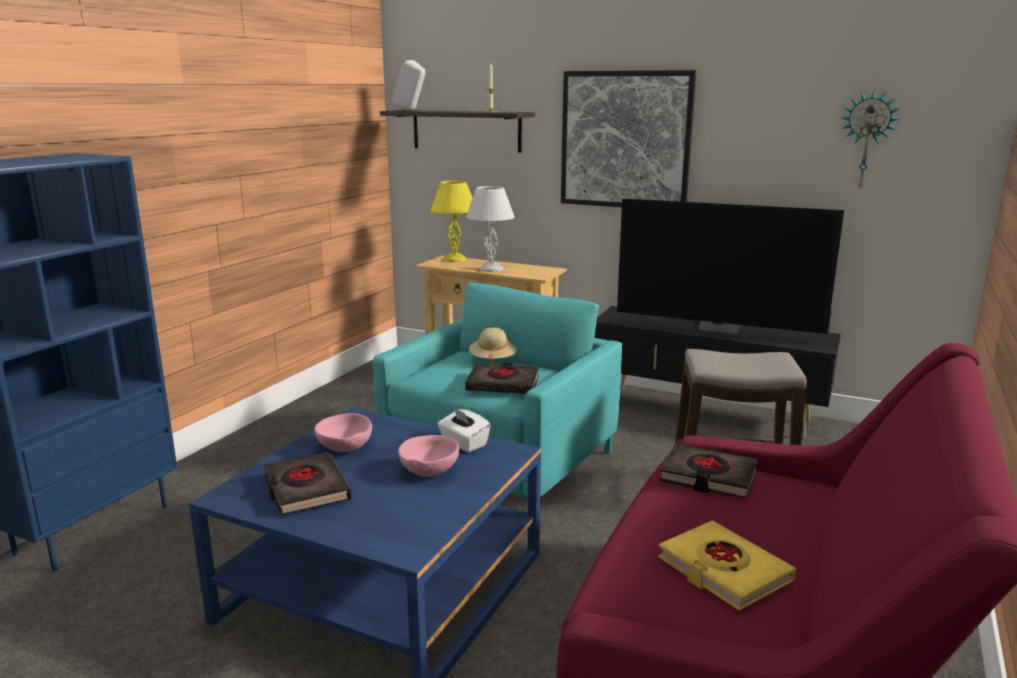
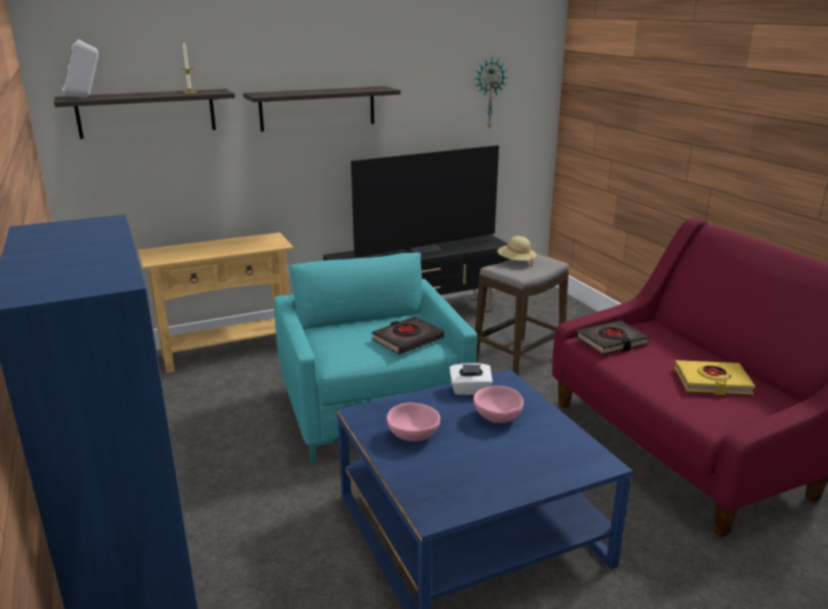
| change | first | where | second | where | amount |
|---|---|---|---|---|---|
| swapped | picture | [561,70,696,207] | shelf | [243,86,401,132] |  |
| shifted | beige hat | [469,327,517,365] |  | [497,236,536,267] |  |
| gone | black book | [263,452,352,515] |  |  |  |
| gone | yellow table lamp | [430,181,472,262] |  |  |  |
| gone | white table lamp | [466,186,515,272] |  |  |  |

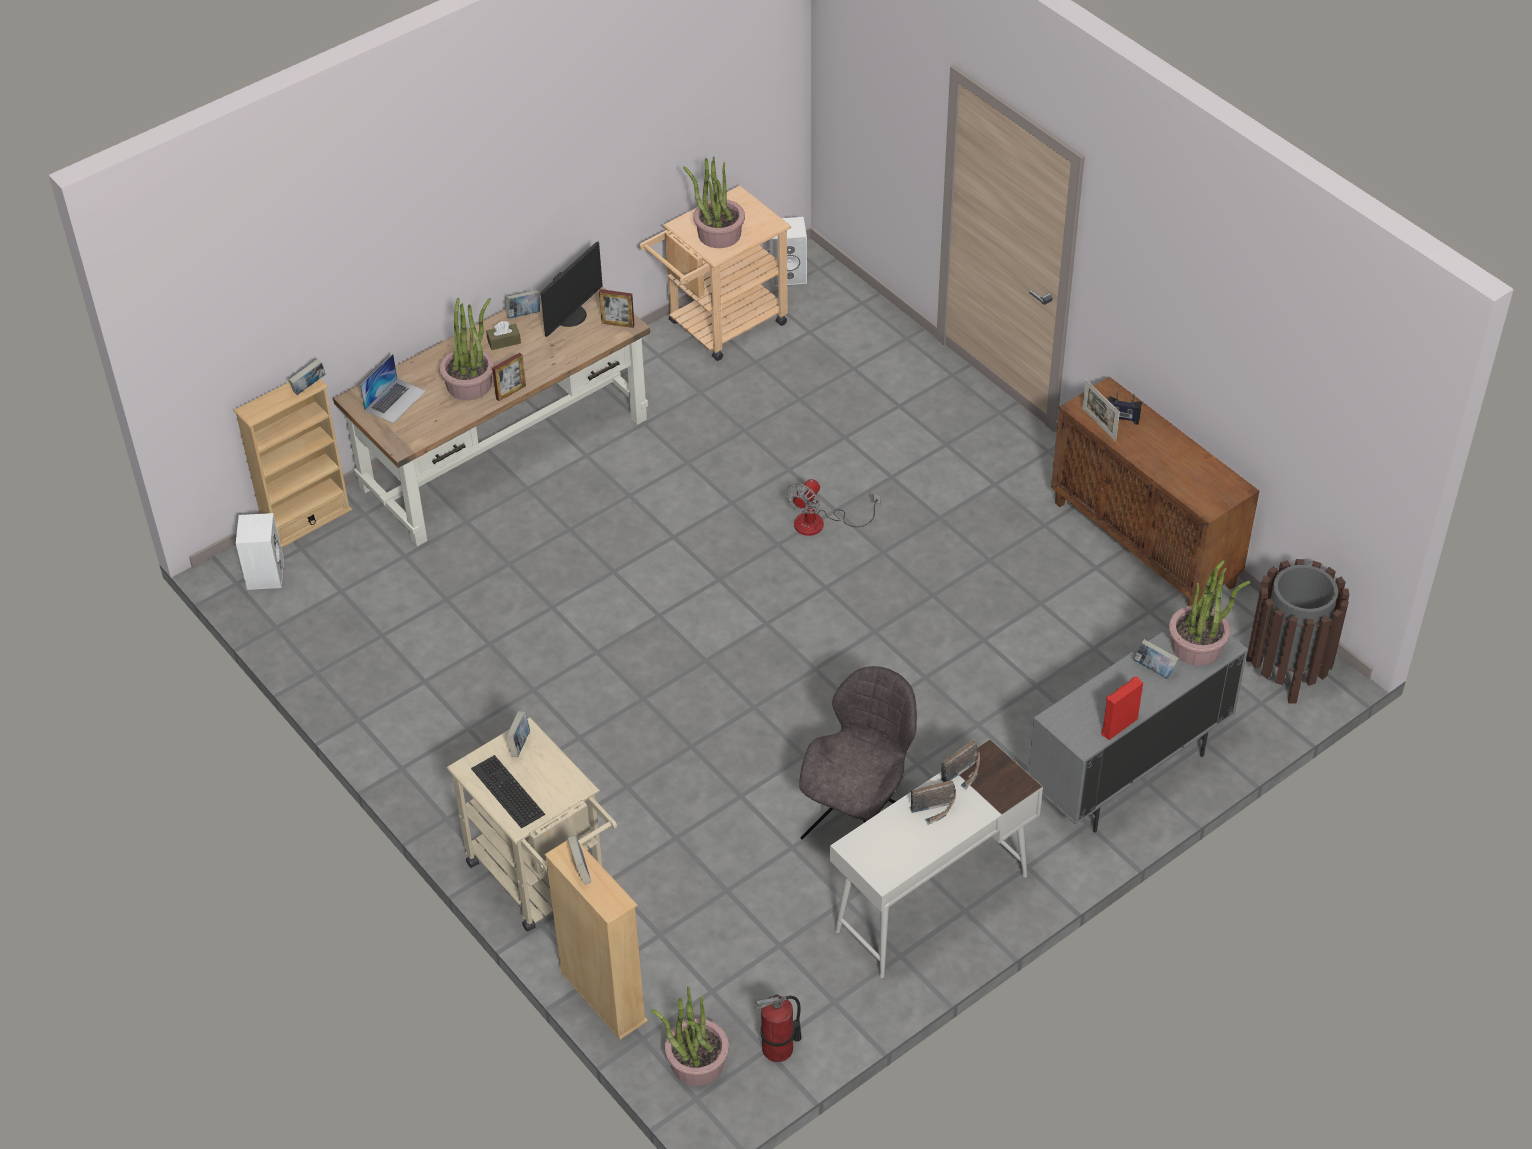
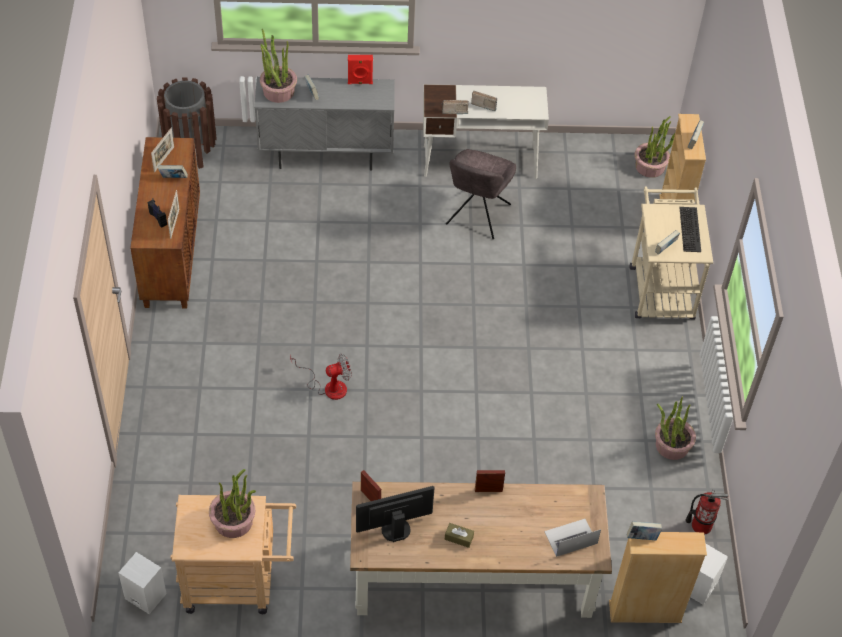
| change | first | where | second | where | amount |
|---|---|---|---|---|---|
| new |  |  | picture frame | [151,128,174,172] |  |
| shifted | book | [506,290,540,318] |  | [158,165,188,178] |  |
| rotated | grey chair | [799,666,917,839] |  | [446,149,516,239] | 45 degrees counterclockwise |
| shifted | potted plant | [439,298,494,400] |  | [655,396,696,460] |  |
| shifted | fire extinguisher | [755,994,802,1062] |  | [686,490,729,535] |  |

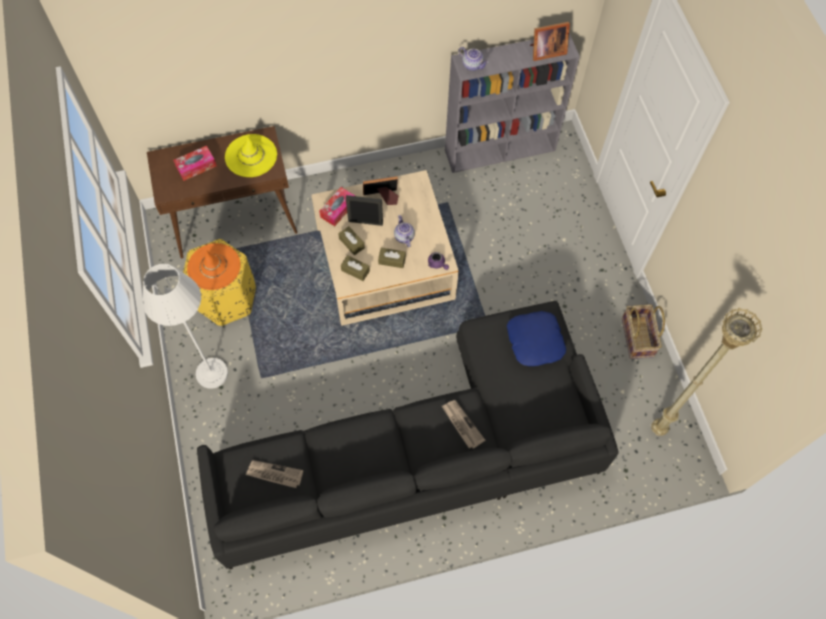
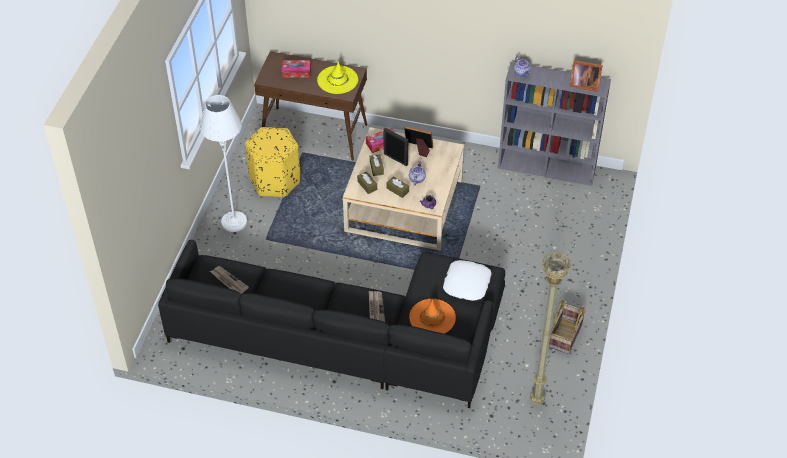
| change | first | where | second | where | amount |
|---|---|---|---|---|---|
| shifted | orange hat | [187,243,241,290] |  | [409,299,456,334] |  |
| repainted | blue pillow | [507,311,566,366] | white pillow | [443,260,492,301] |  |

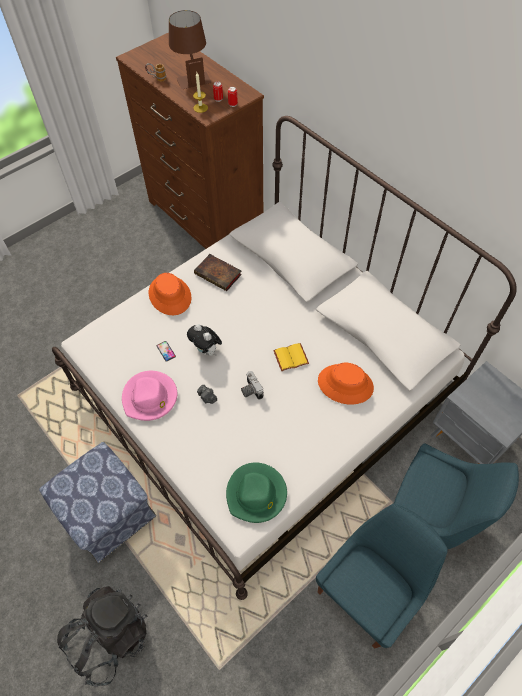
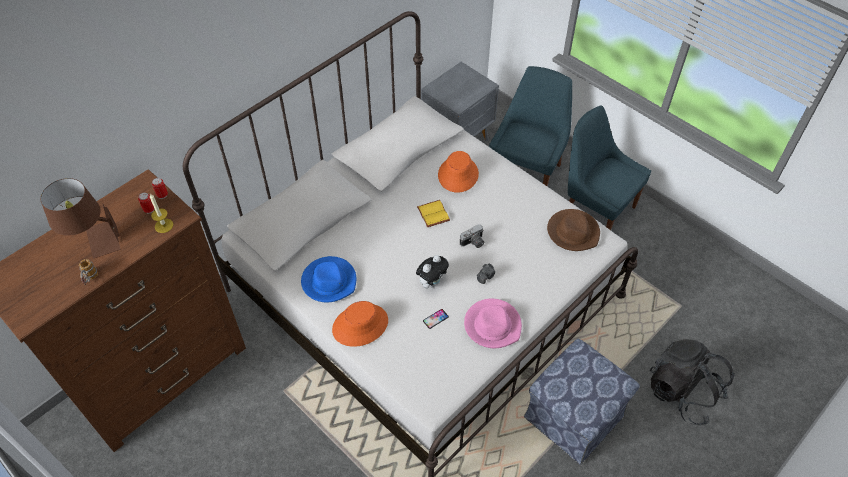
| change | first | where | second | where | amount |
|---|---|---|---|---|---|
| swapped | book | [194,254,242,291] | blue hat | [301,256,356,302] |  |
| repainted | green hat | [226,462,287,523] | brown hat | [547,209,600,251] |  |

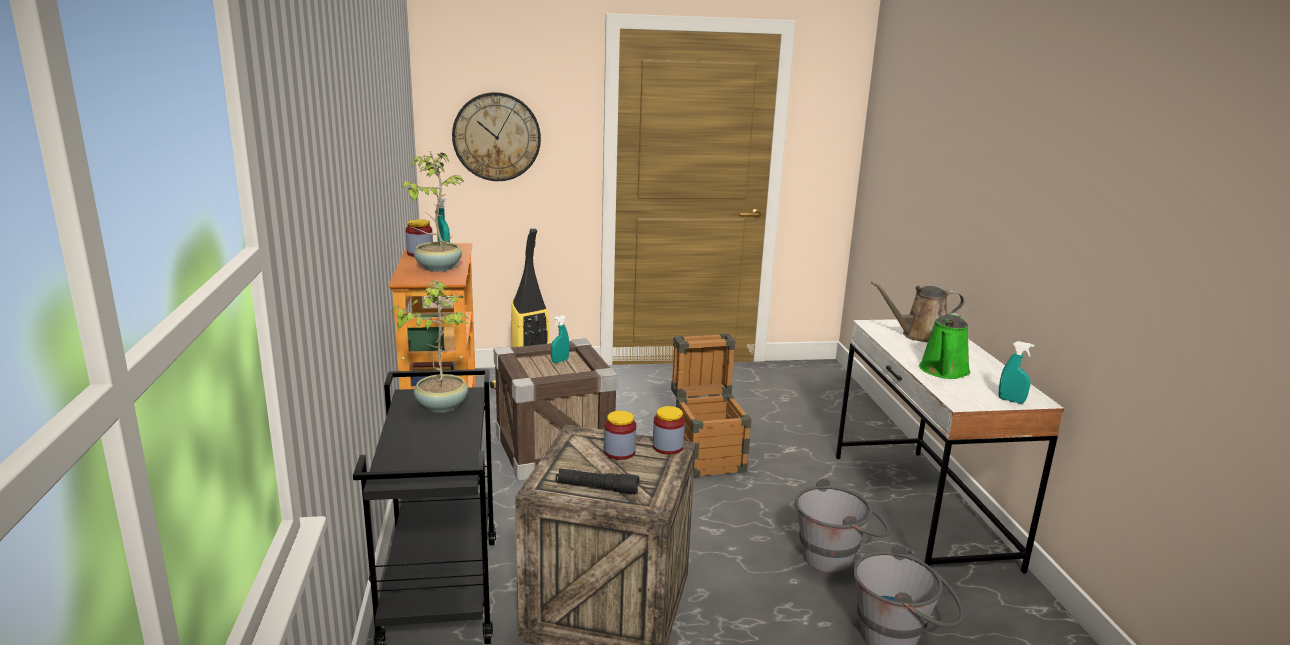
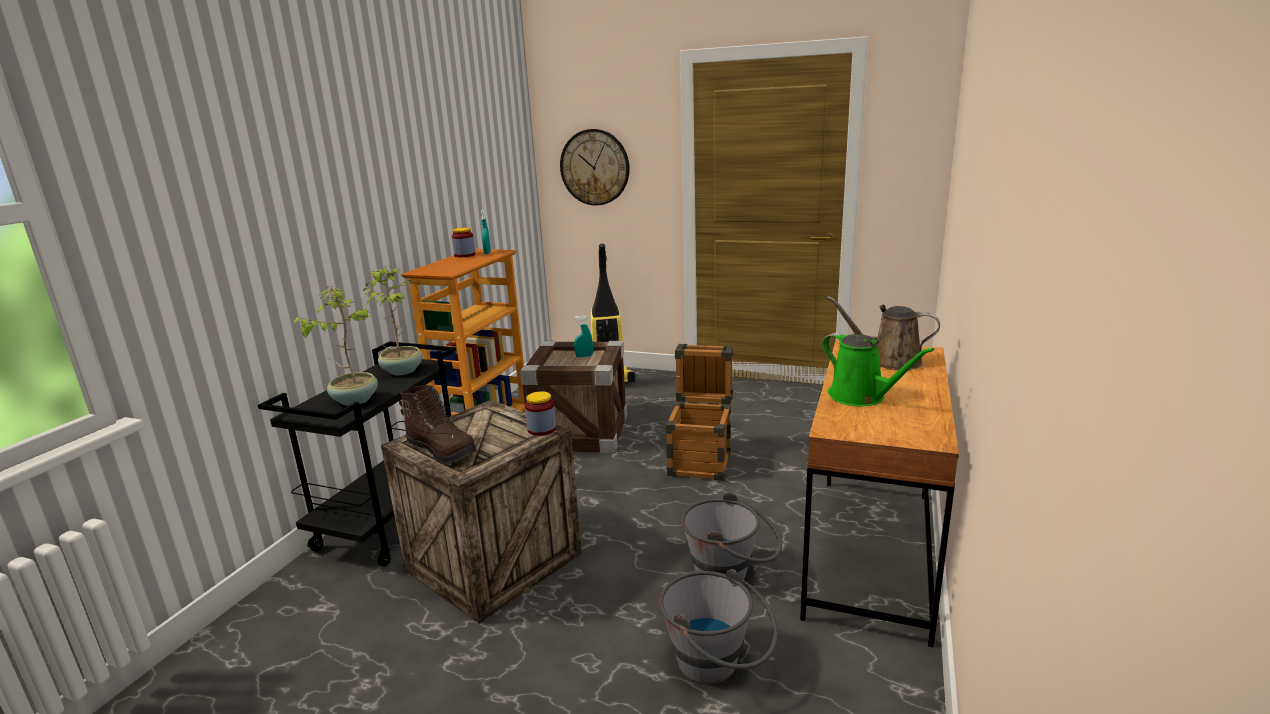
| change | first | where | second | where | amount |
|---|---|---|---|---|---|
| shifted | potted plant | [403,151,465,272] |  | [292,286,378,406] |  |
| swapped | black flashlight | [556,469,639,494] | brown boot | [399,385,477,464] |  |
| repainted | white desk | [836,319,1064,574] | brown desk | [800,341,959,647] |  |
| rotated | green watering can | [919,313,970,379] |  | [822,332,935,406] | 90 degrees counterclockwise |
| gone | jar | [604,411,636,460] |  |  |  |
| gone | turquoise spray bottle | [999,341,1034,403] |  |  |  |

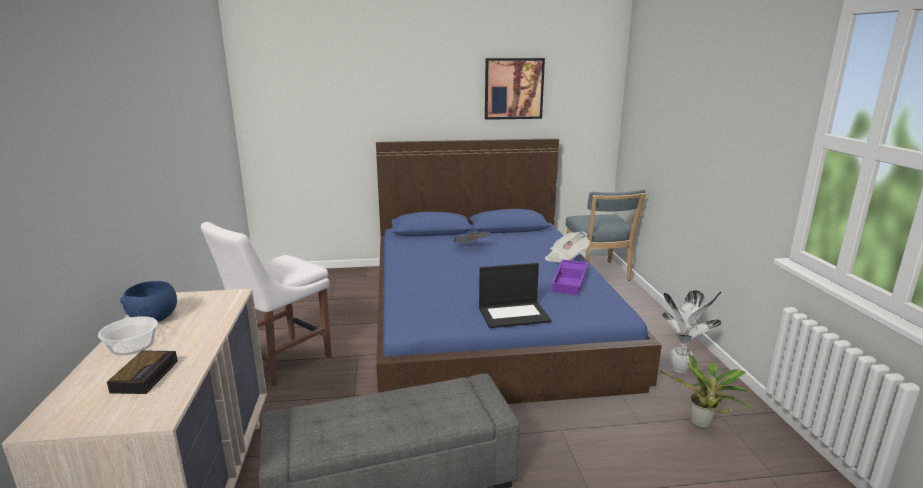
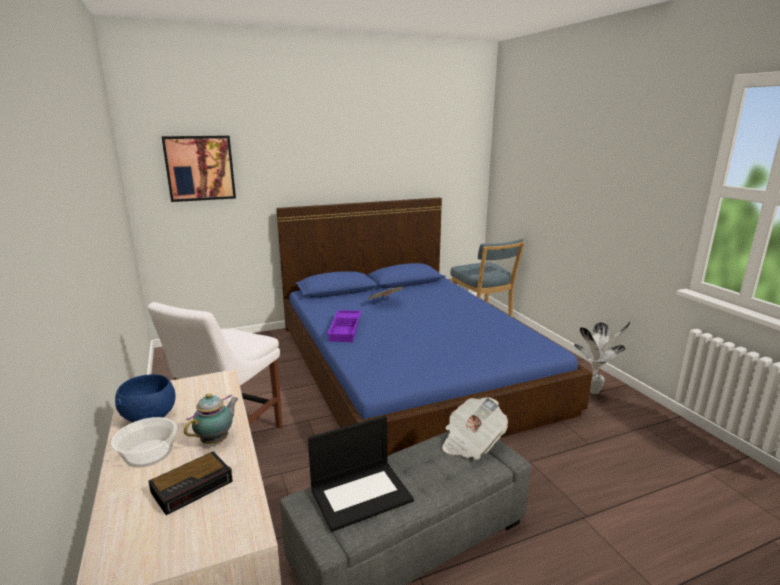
| change | first | where | second | where | amount |
|---|---|---|---|---|---|
| rotated | alarm clock | [107,350,178,394] |  | [148,451,233,515] | 60 degrees clockwise |
| shifted | picture | [485,58,545,120] |  | [161,136,236,202] |  |
| new |  |  | teapot | [184,393,239,444] |  |
| shifted | laptop | [479,263,551,328] |  | [308,416,414,532] |  |
| shifted | purple tray | [551,259,588,295] |  | [327,310,361,342] |  |
| shifted | newspaper | [545,232,590,263] |  | [442,397,508,460] |  |
| gone | potted plant | [659,354,754,428] |  |  |  |

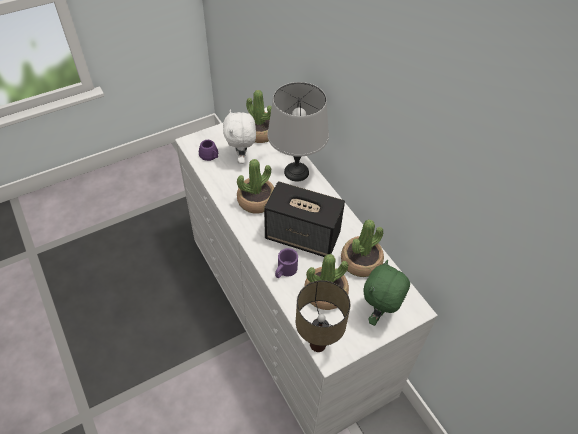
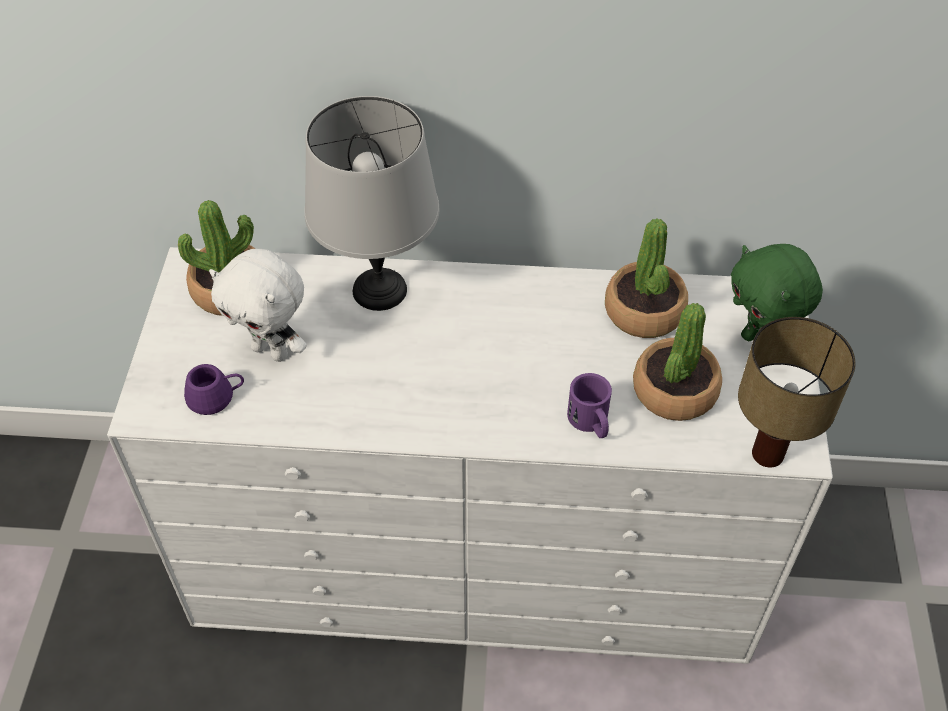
| change | first | where | second | where | amount |
|---|---|---|---|---|---|
| gone | potted plant | [237,159,274,214] |  |  |  |
| gone | speaker | [264,181,345,257] |  |  |  |

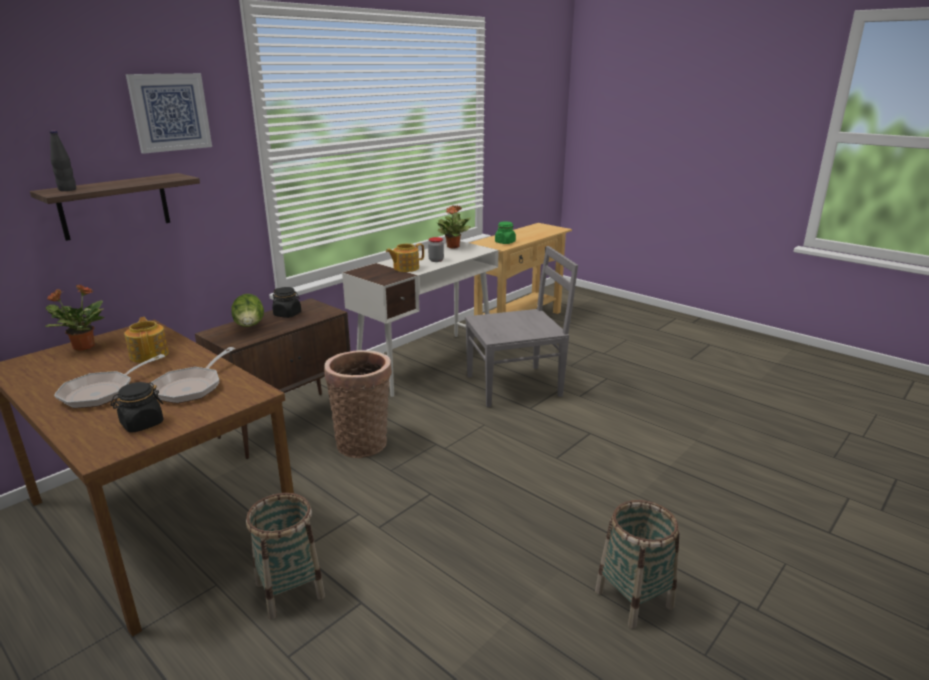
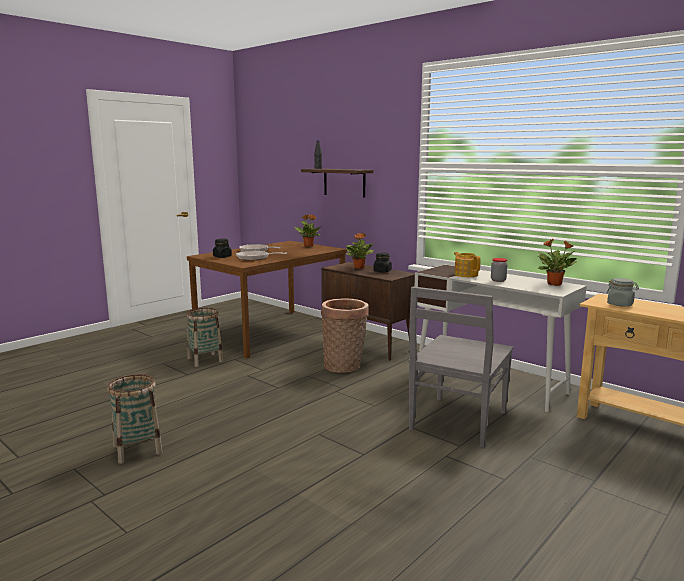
| change | first | where | second | where | amount |
|---|---|---|---|---|---|
| swapped | lettuce | [231,294,264,327] | potted plant | [346,233,374,269] |  |
| rotated | grey chair | [465,246,578,407] |  | [408,286,513,448] | 45 degrees clockwise |
| repainted | green jar | [495,221,516,244] | grey jar | [606,278,639,307] |  |
| gone | teapot | [124,317,169,363] |  |  |  |
| gone | picture | [126,73,212,154] |  |  |  |

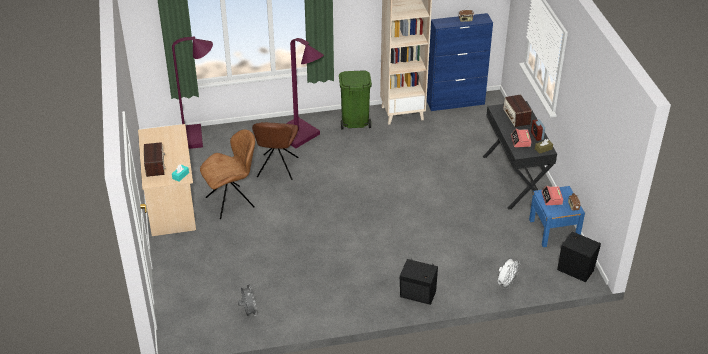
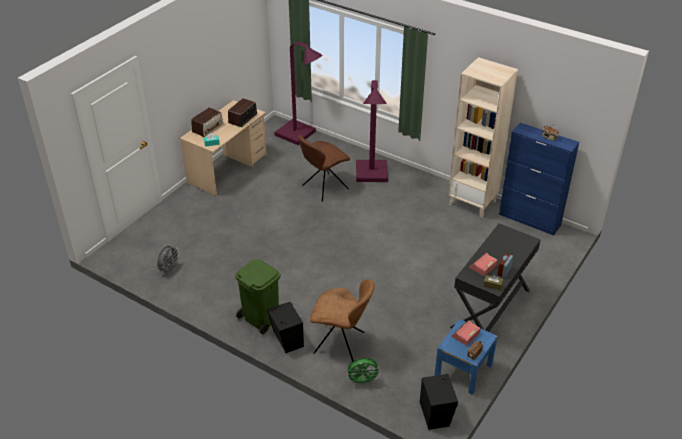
| change | first | where | second | where | amount |
|---|---|---|---|---|---|
| shifted | radio | [503,95,532,127] |  | [228,98,257,127] |  |
| shifted | green trash can | [339,70,372,129] |  | [235,259,281,334] |  |
| shifted | brown chair | [200,129,255,219] |  | [310,280,375,362] |  |
| repainted | white fan | [498,259,521,289] | green fan | [347,358,381,384] |  |

